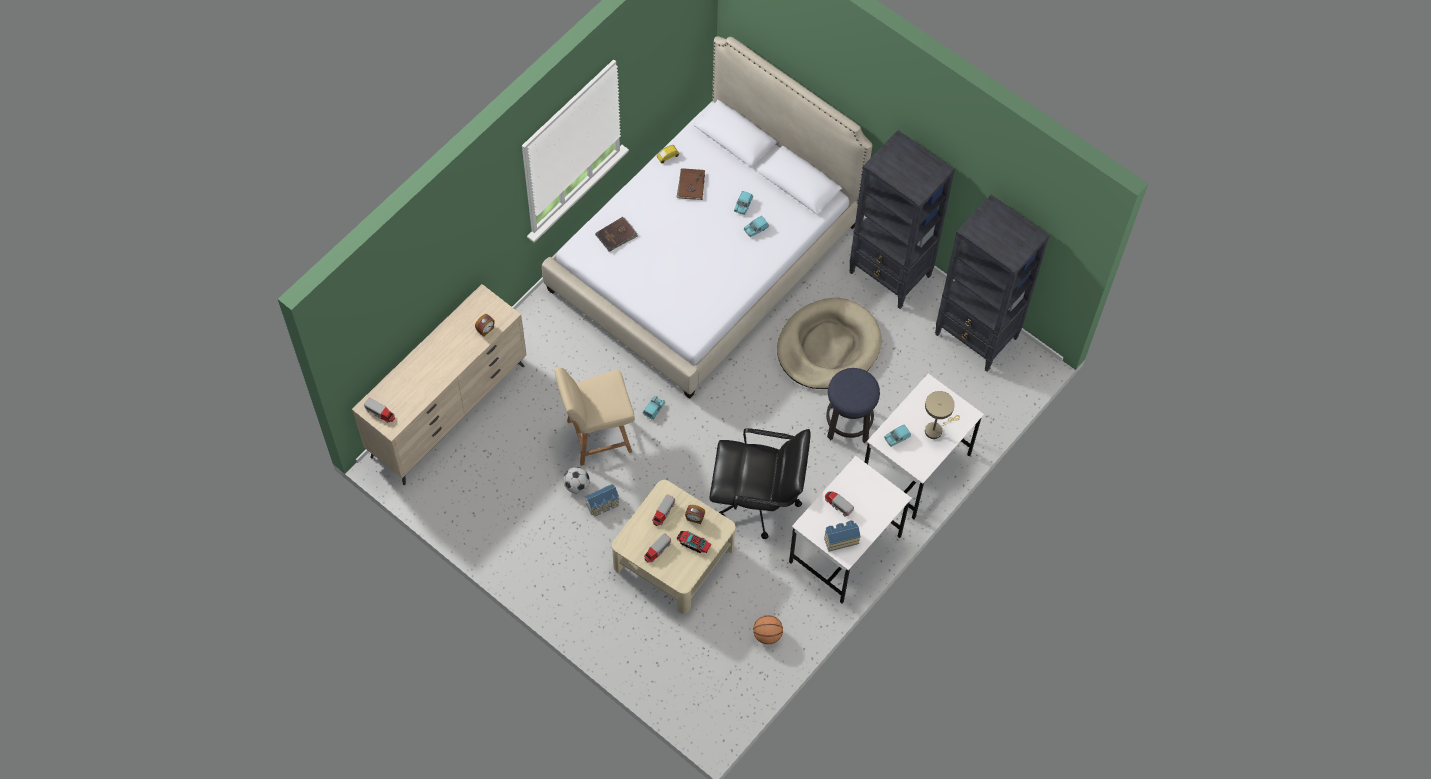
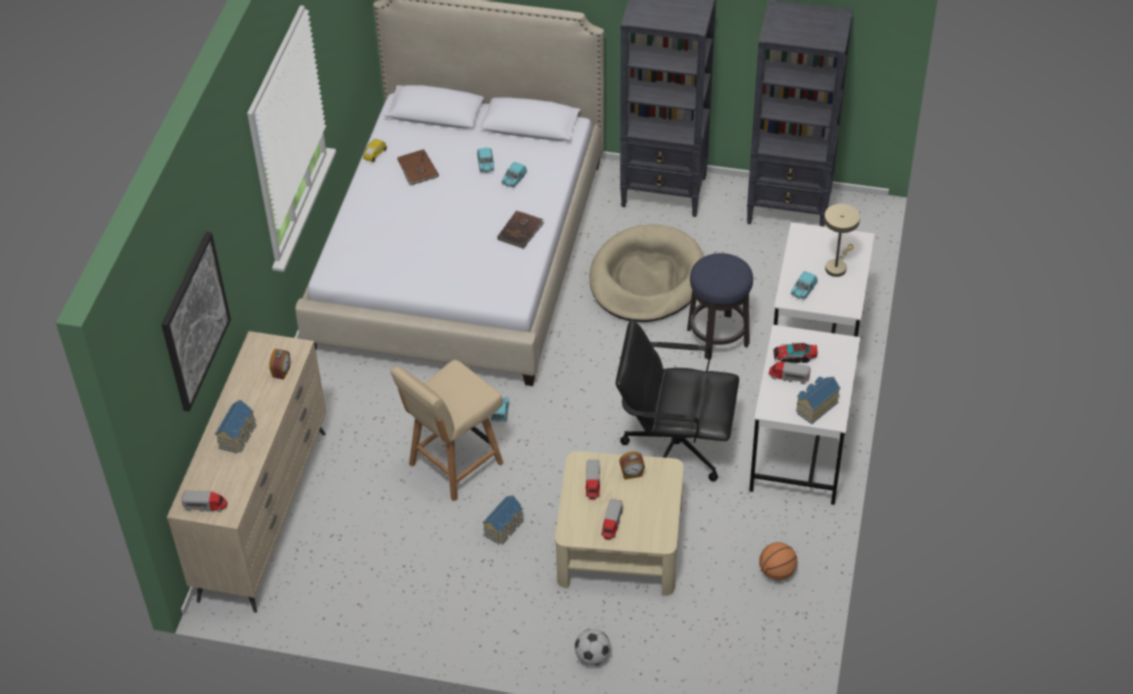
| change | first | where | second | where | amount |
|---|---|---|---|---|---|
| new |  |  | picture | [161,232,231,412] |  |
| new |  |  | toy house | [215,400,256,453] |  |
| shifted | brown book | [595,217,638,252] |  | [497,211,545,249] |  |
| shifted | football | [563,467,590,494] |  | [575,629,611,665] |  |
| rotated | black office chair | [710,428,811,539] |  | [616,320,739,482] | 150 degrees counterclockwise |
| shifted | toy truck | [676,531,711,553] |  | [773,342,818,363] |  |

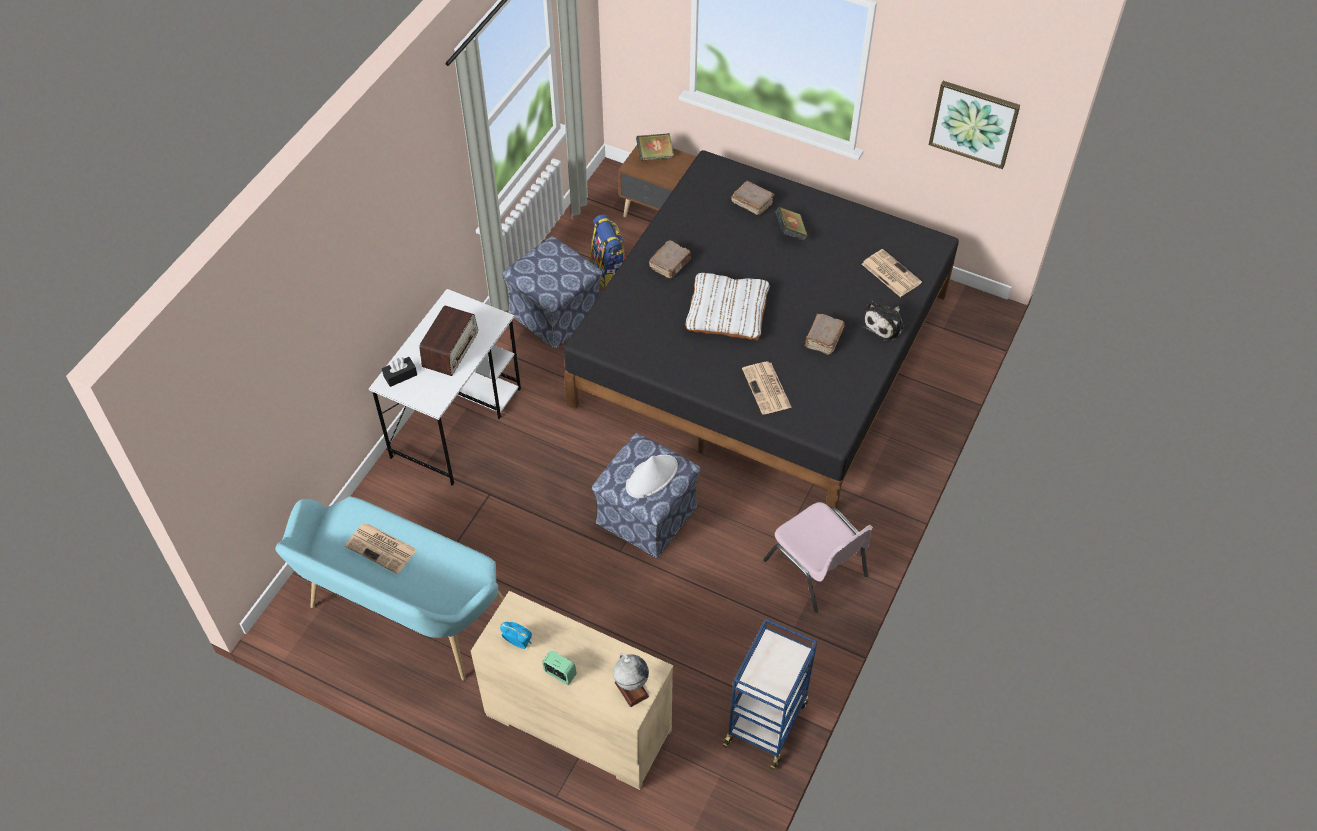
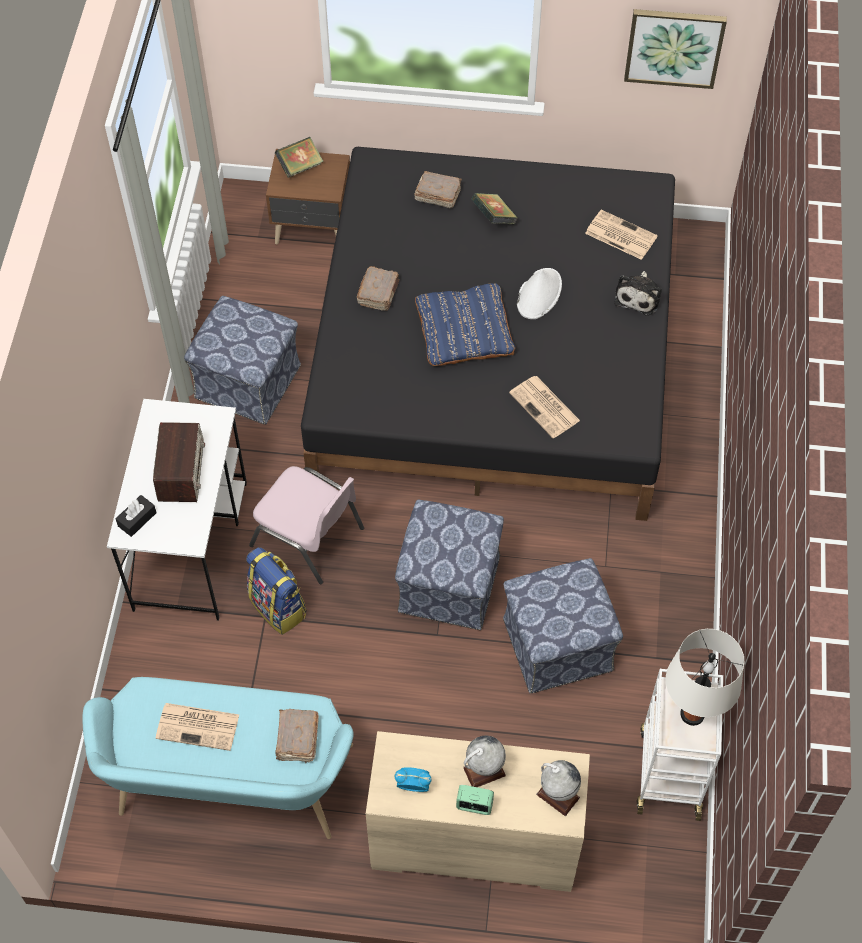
| change | first | where | second | where | amount |
|---|---|---|---|---|---|
| shifted | backpack | [590,214,626,289] |  | [246,547,306,635] |  |
| shifted | pink chair | [763,502,873,613] |  | [249,466,364,584] |  |
| shifted | brown book | [805,313,845,355] |  | [276,709,319,763] |  |
| repainted | white pillow | [685,273,770,341] | blue pillow | [415,283,515,366] |  |
| new |  |  | globe | [463,736,506,787] |  |
| new |  |  | ottoman | [503,558,623,694] |  |
| shifted | white hat | [626,455,678,498] |  | [517,268,562,319] |  |
| repainted | blue cart | [722,619,817,770] | white cart | [637,669,723,821] |  |
| new |  |  | white table lamp | [666,629,744,726] |  |

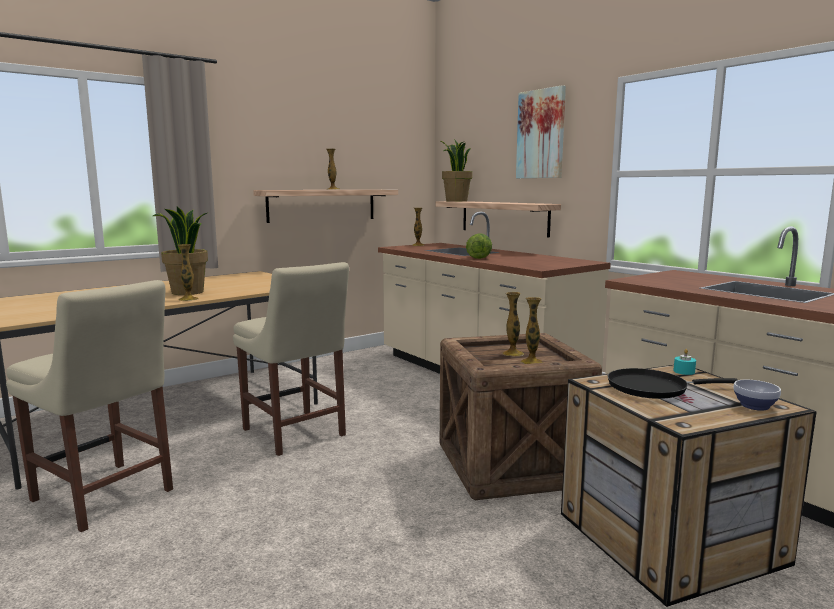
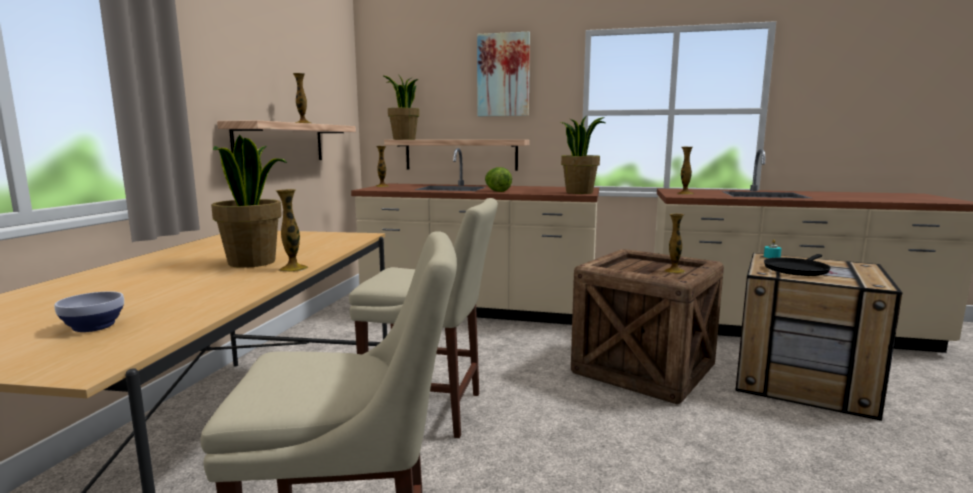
| change | first | where | second | where | amount |
|---|---|---|---|---|---|
| shifted | bowl | [734,380,781,411] |  | [54,291,124,332] |  |
| new |  |  | potted plant | [561,115,605,194] |  |
| shifted | vase | [502,292,524,356] |  | [677,147,694,195] |  |

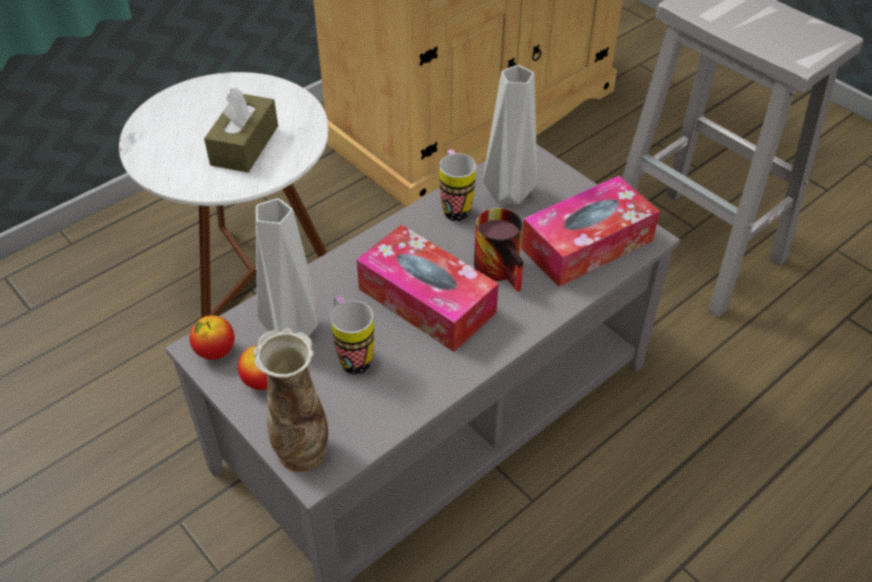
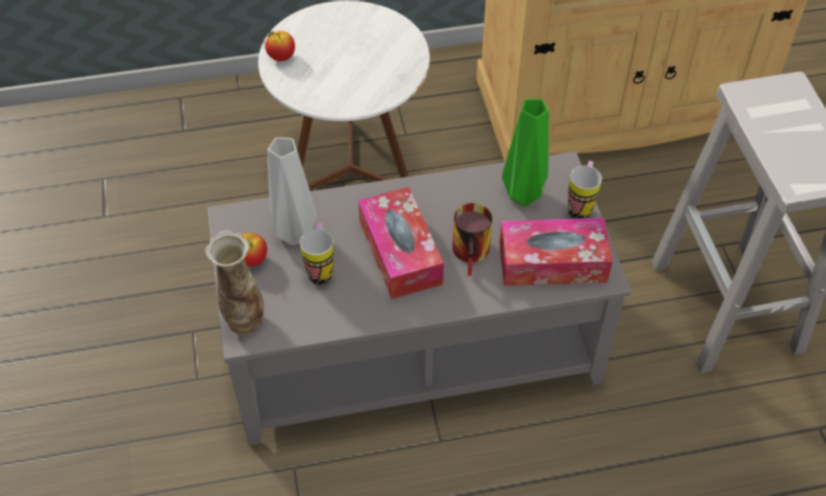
| change | first | where | second | where | amount |
|---|---|---|---|---|---|
| shifted | apple | [190,315,234,360] |  | [265,31,295,61] |  |
| repainted | grey vase | [483,65,537,205] | green vase | [502,99,549,206] |  |
| shifted | mug | [439,150,476,221] |  | [568,161,602,219] |  |
| gone | brown tissue box | [204,87,278,173] |  |  |  |

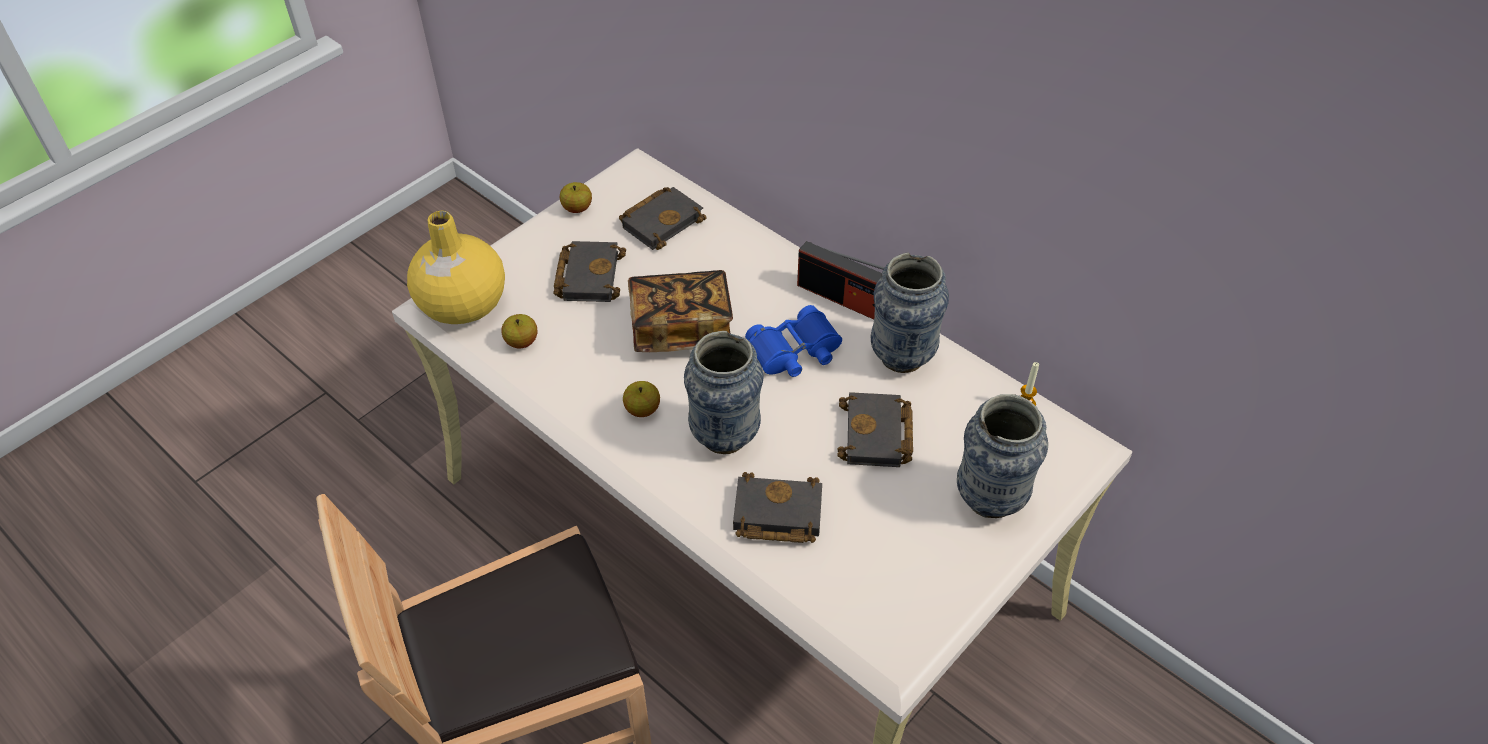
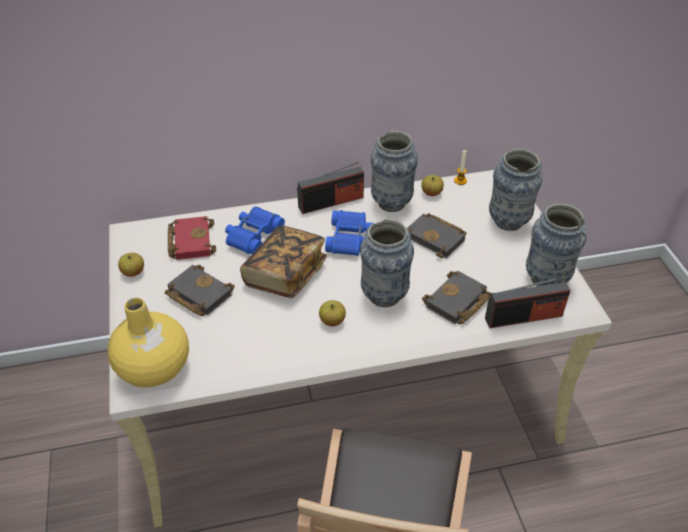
| change | first | where | second | where | amount |
|---|---|---|---|---|---|
| repainted | black book | [619,187,706,250] | red book | [168,216,216,260] |  |
| new |  |  | blue binoculars | [225,207,285,254] |  |
| shifted | apple | [501,314,538,349] |  | [421,175,444,196] |  |
| new |  |  | radio | [485,276,571,328] |  |
| new |  |  | vase | [526,204,586,286] |  |

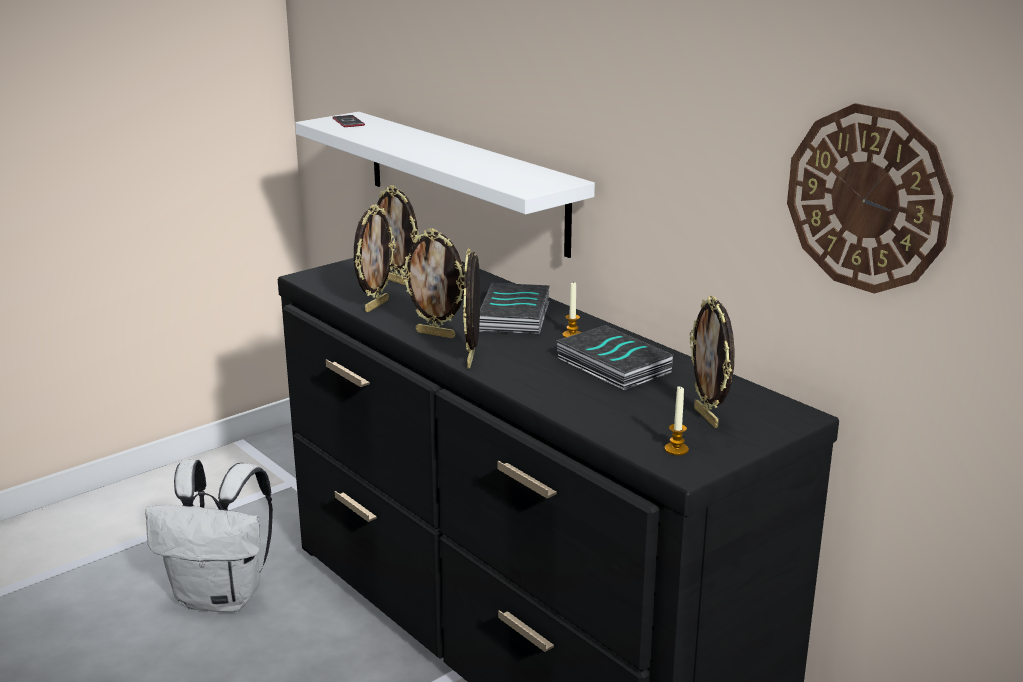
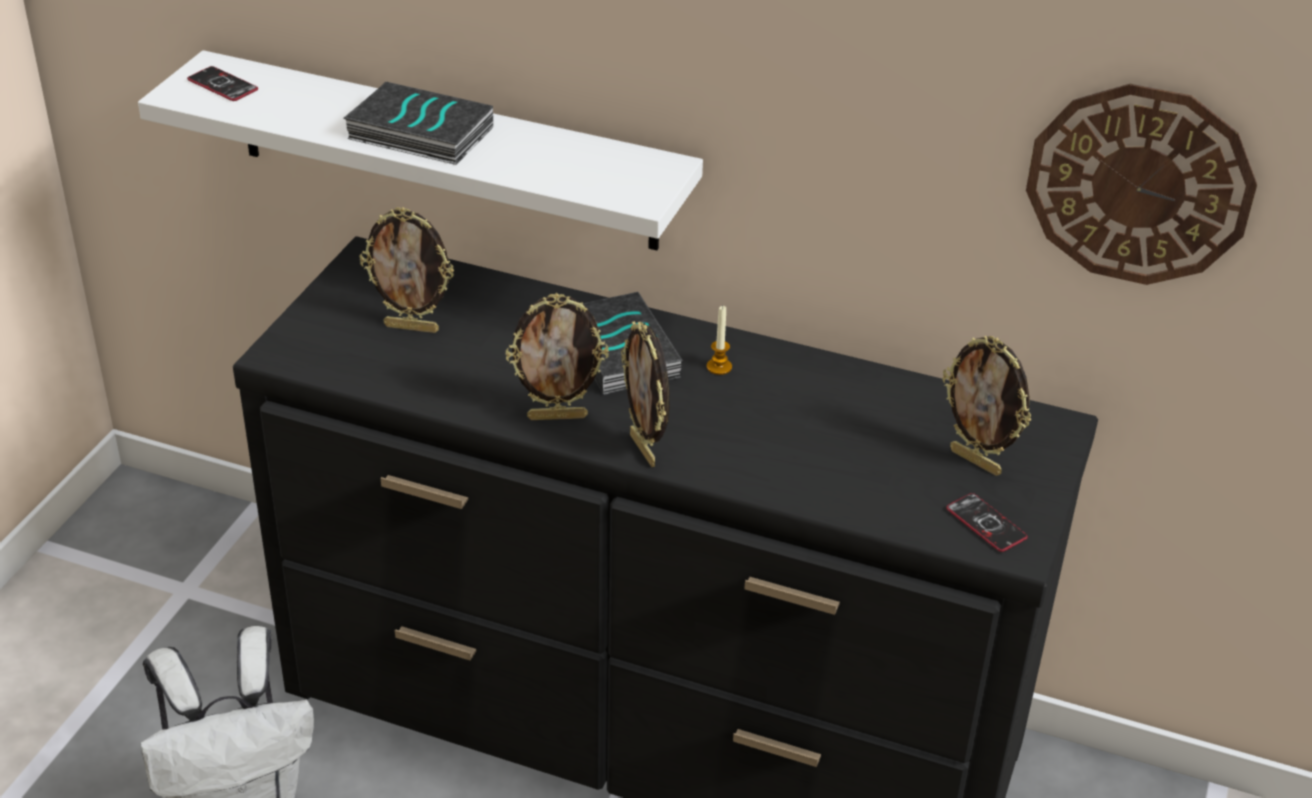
| change | first | where | second | where | amount |
|---|---|---|---|---|---|
| shifted | book | [556,325,673,390] |  | [344,82,493,165] |  |
| swapped | candle | [665,386,689,455] | phone | [946,493,1028,552] |  |
| gone | picture frame | [354,204,396,312] |  |  |  |

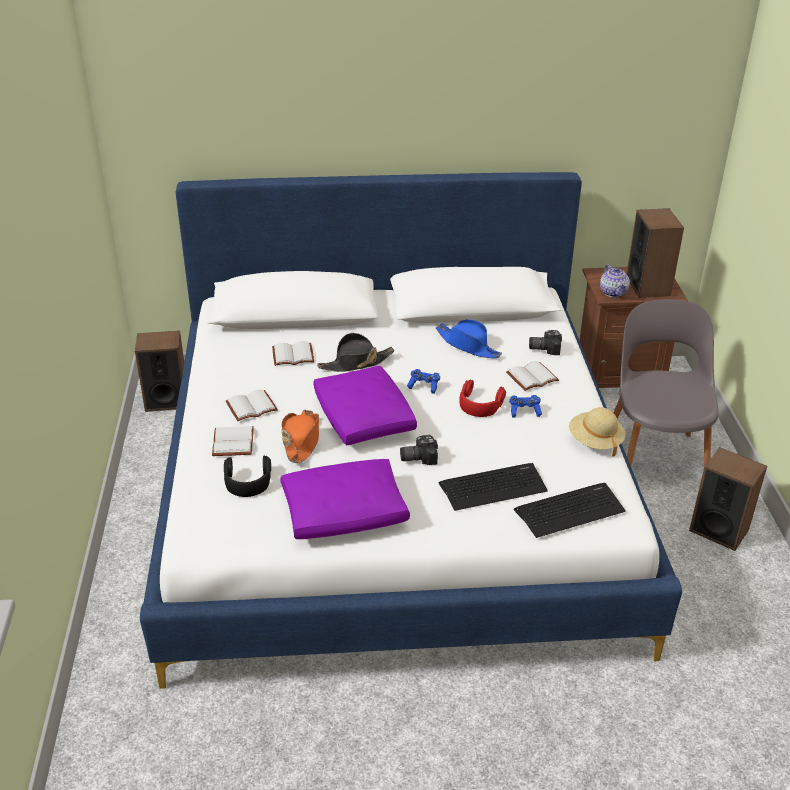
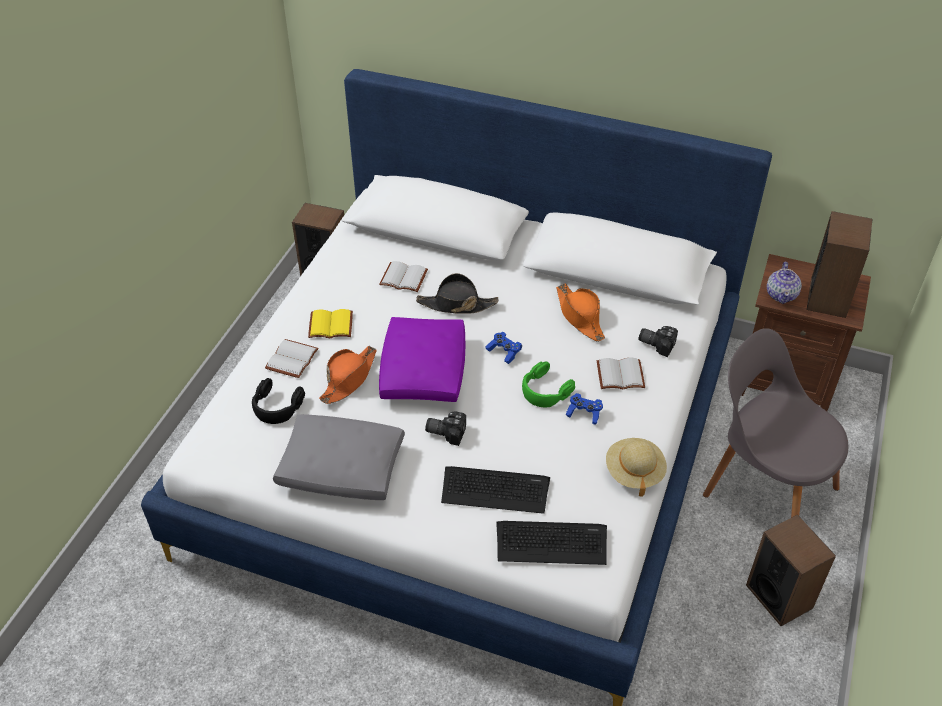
| change | first | where | second | where | amount |
|---|---|---|---|---|---|
| repainted | purple pillow | [280,459,410,539] | grey pillow | [273,414,405,500] |  |
| repainted | white book | [226,389,278,421] | yellow book | [308,309,353,338] |  |
| repainted | red headphones | [459,379,506,417] | green headphones | [522,361,575,407] |  |
| repainted | blue hat | [436,319,502,358] | orange hat | [556,283,605,342] |  |
| rotated | grey chair | [614,299,719,467] |  | [703,328,848,518] | 75 degrees counterclockwise |

